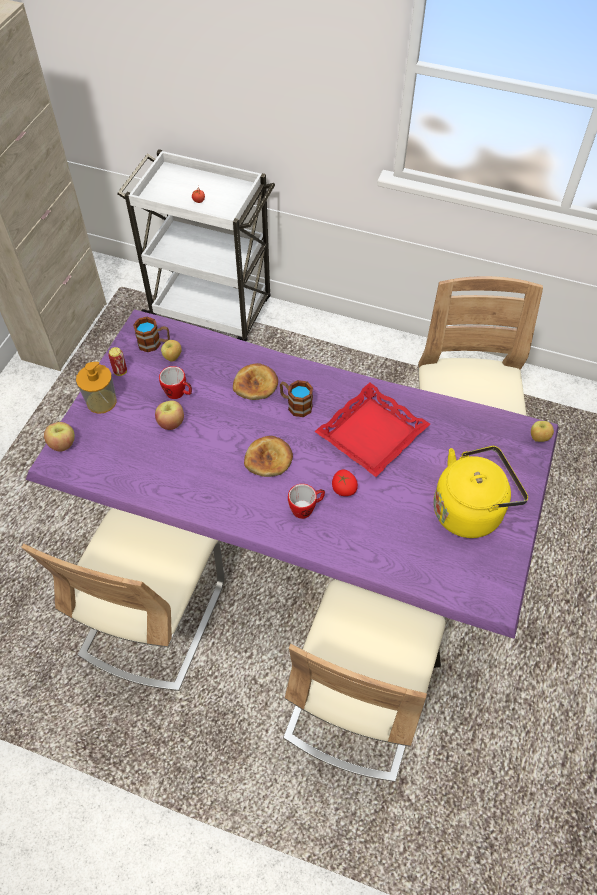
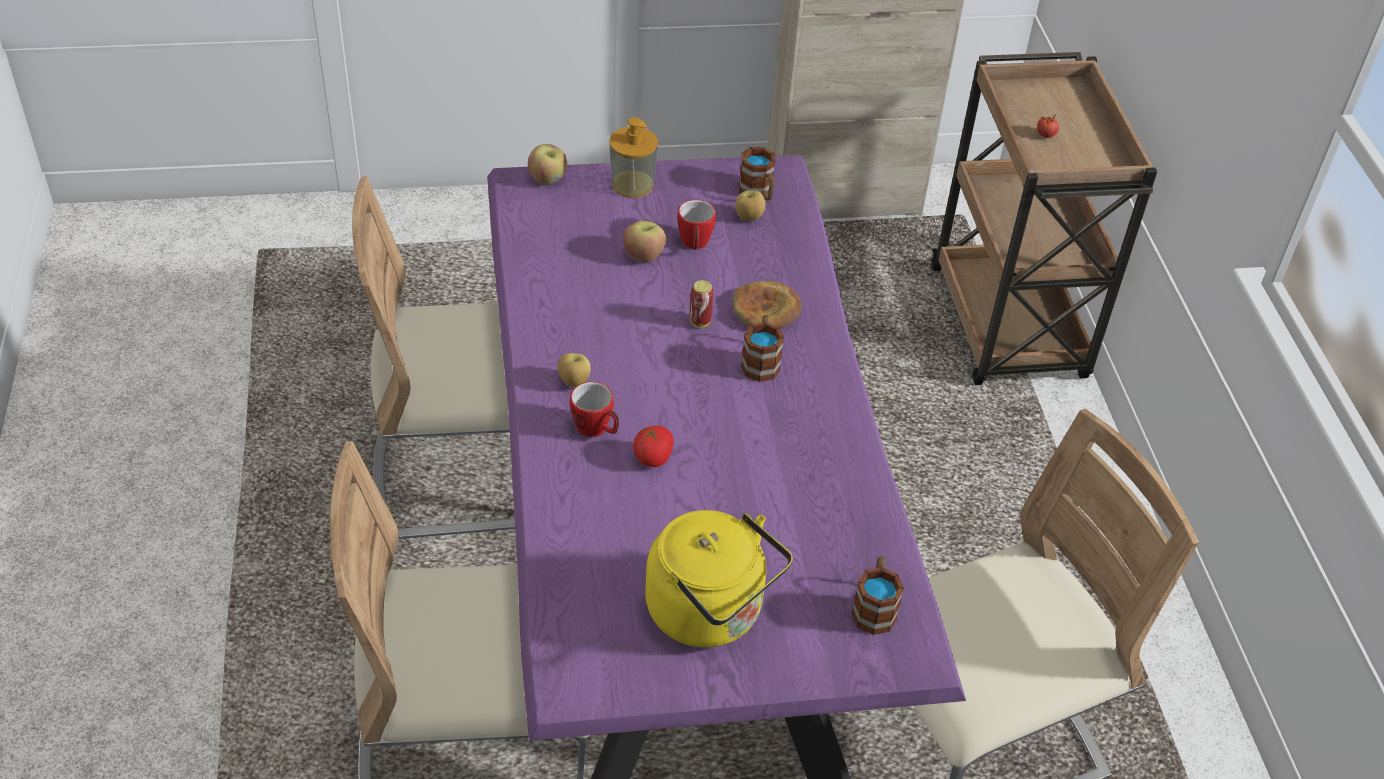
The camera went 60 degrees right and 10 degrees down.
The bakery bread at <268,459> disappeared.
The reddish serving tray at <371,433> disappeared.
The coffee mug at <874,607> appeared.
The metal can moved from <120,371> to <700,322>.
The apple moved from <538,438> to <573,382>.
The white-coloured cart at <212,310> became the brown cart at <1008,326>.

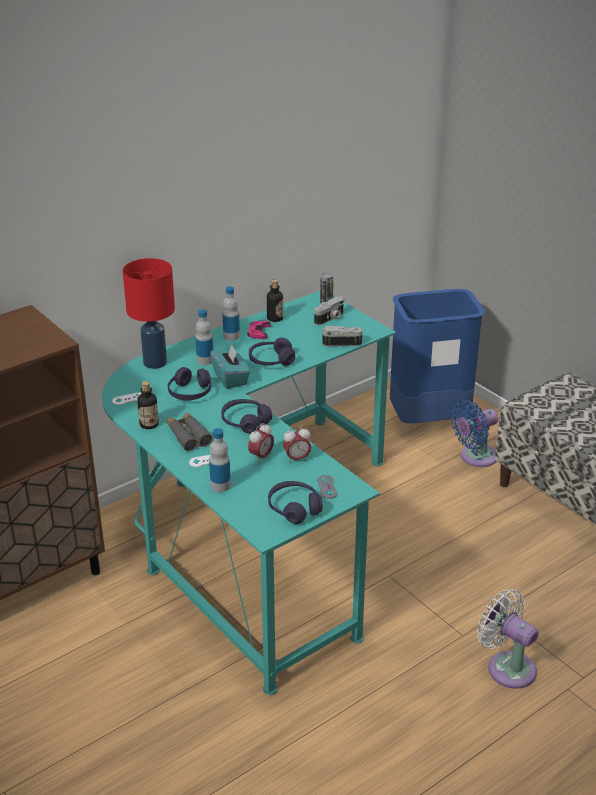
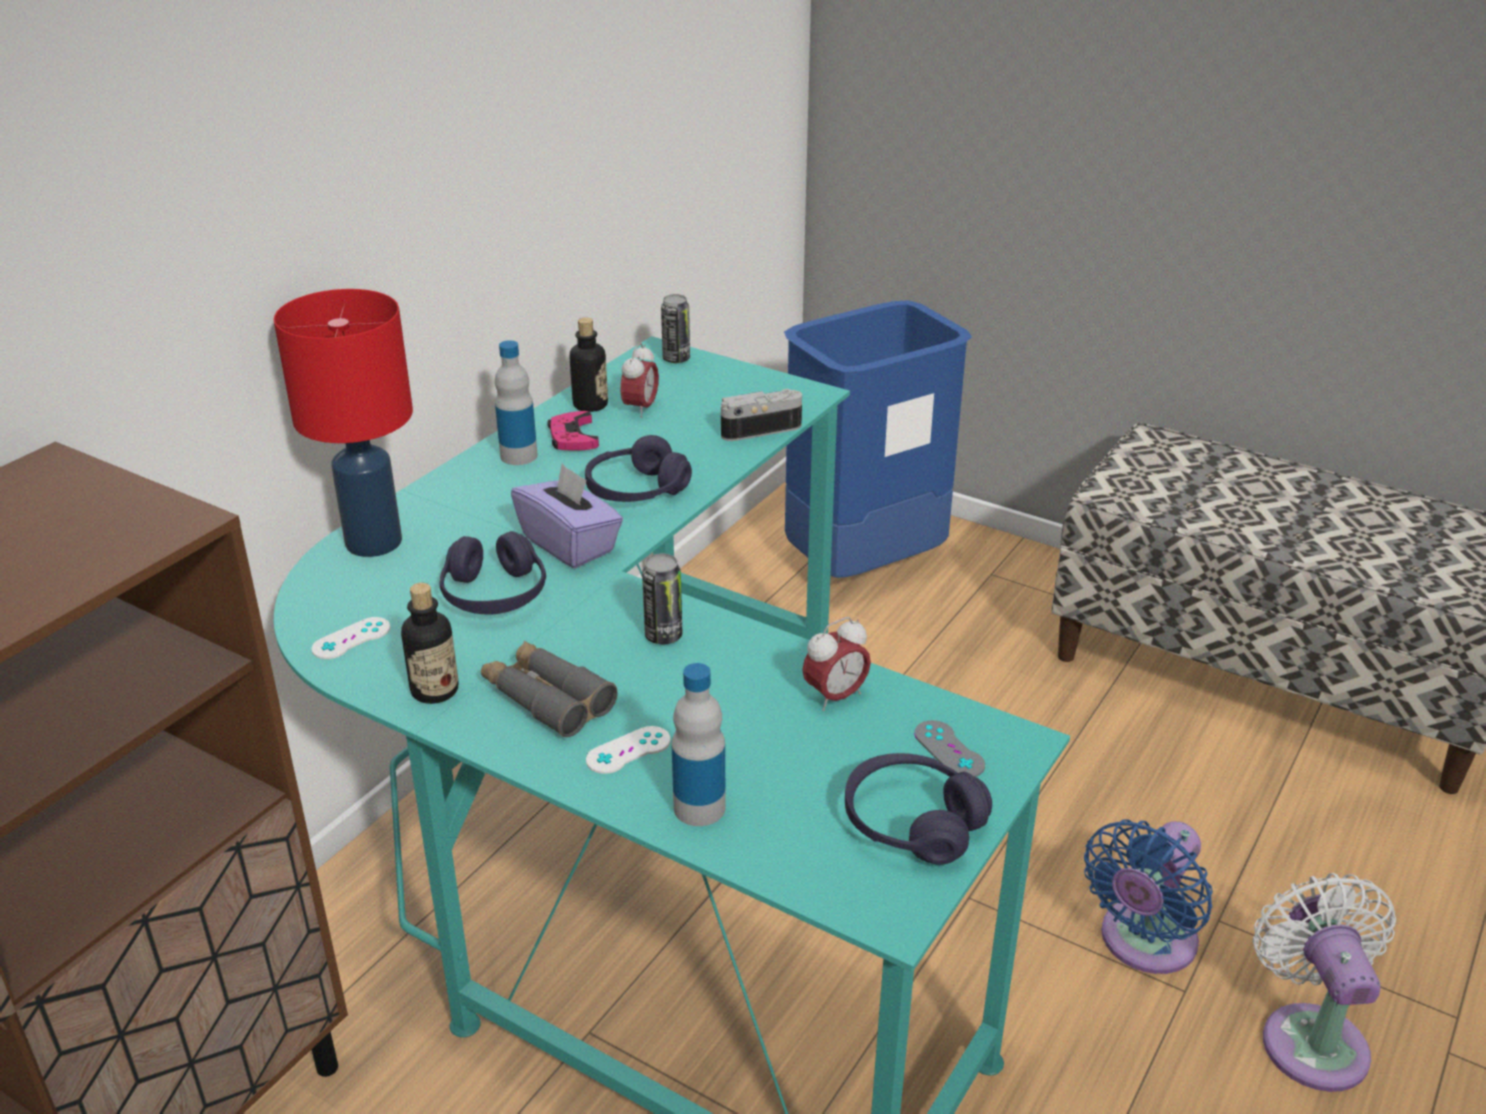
The camera went 20 degrees left and 0 degrees up.
The drink bottle at <205,360> disappeared.
The photo camera at <330,318> disappeared.
The table clock moved from <261,456> to <640,409>.
The blue-coloured electric fan moved from <475,457> to <1143,943>.
The purplish headphones at <245,422> was replaced by the metal can at <663,636>.
The turquoise-coloured tissue box at <230,378> became the purplish tissue box at <570,544>.
The white-coloured electric fan at <507,667> turned 60 degrees clockwise.

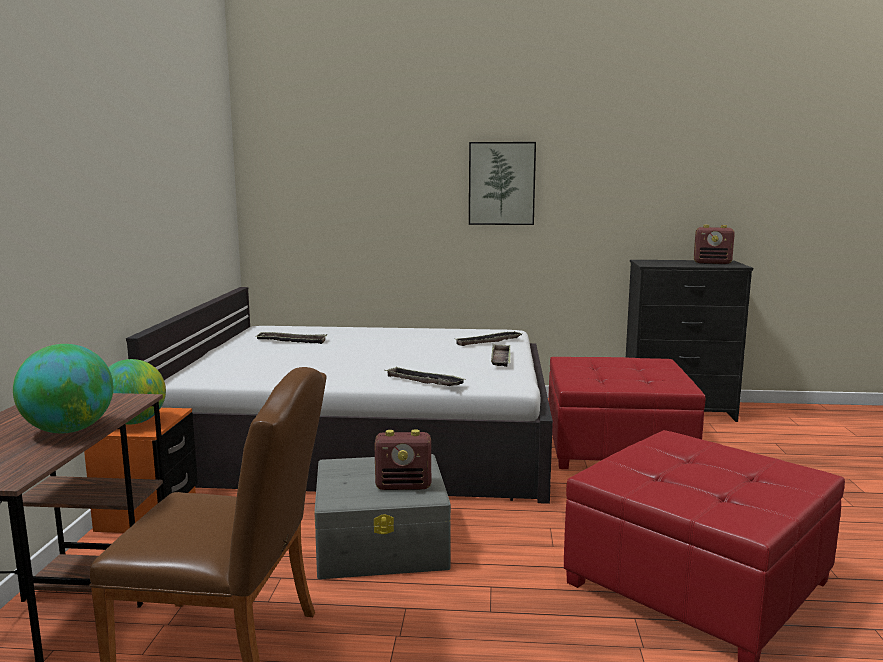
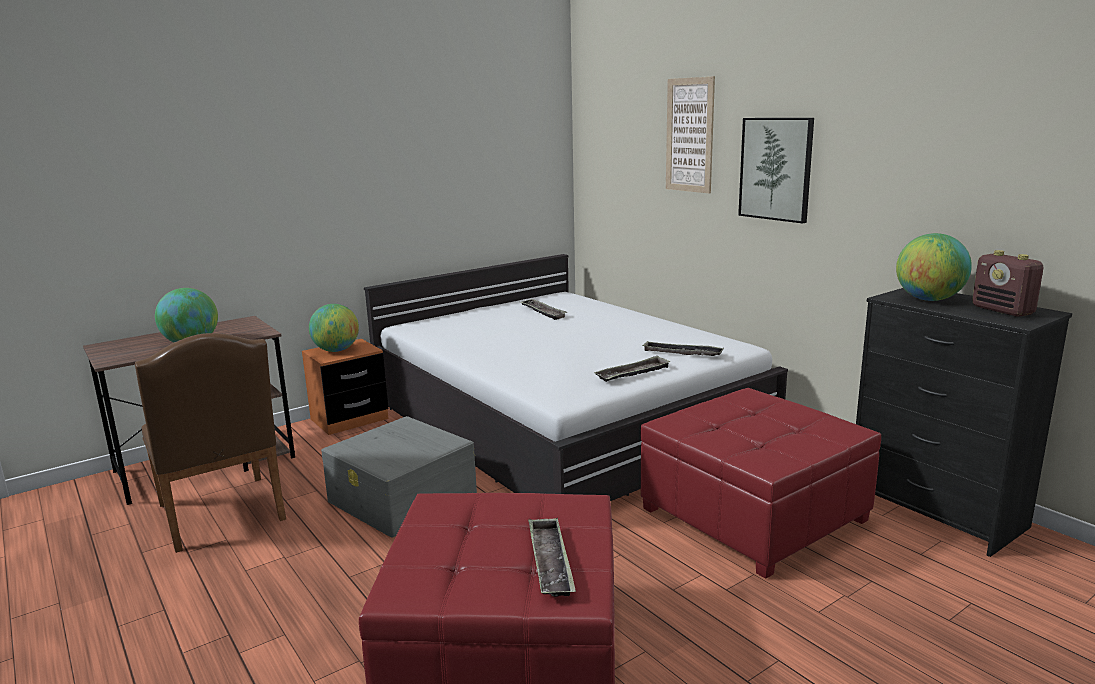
The camera went 50 degrees right and 5 degrees up.
The radio at <404,486> disappeared.
The wall art at <689,135> appeared.
The world globe at <929,299> appeared.
The serving tray moved from <424,381> to <550,562>.

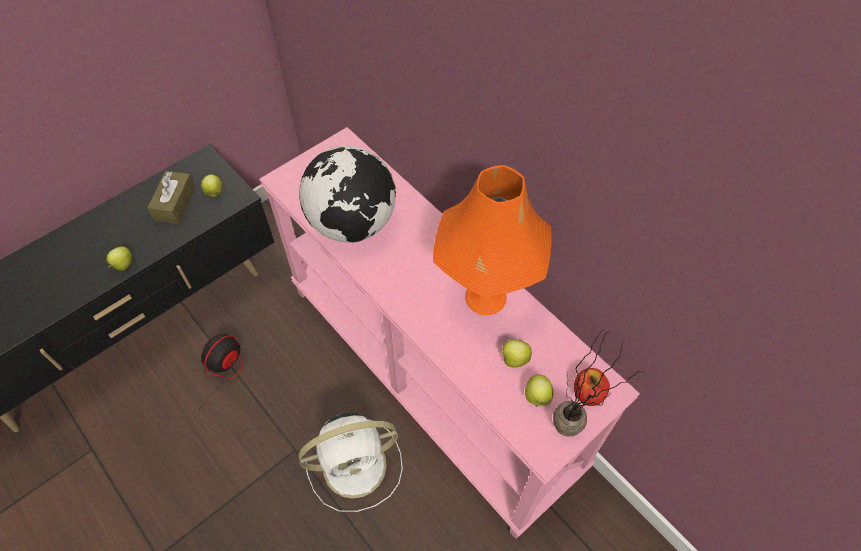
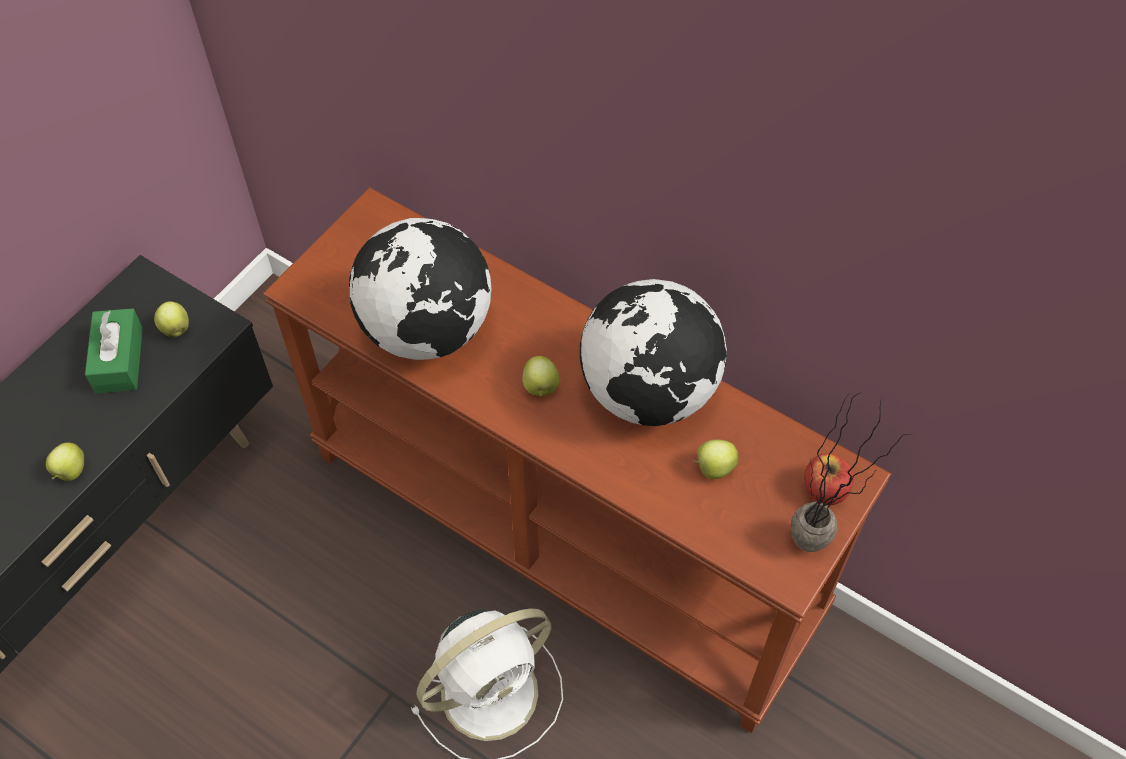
The camera went 15 degrees left and 0 degrees up.
The electric fan at <229,385> disappeared.
The apple moved from <537,397> to <541,387>.
The orange table lamp at <485,297> was replaced by the world globe at <649,392>.
The brown tissue box at <175,204> became the green tissue box at <119,360>.
The pinkish console table at <432,375> became the brown console table at <566,532>.

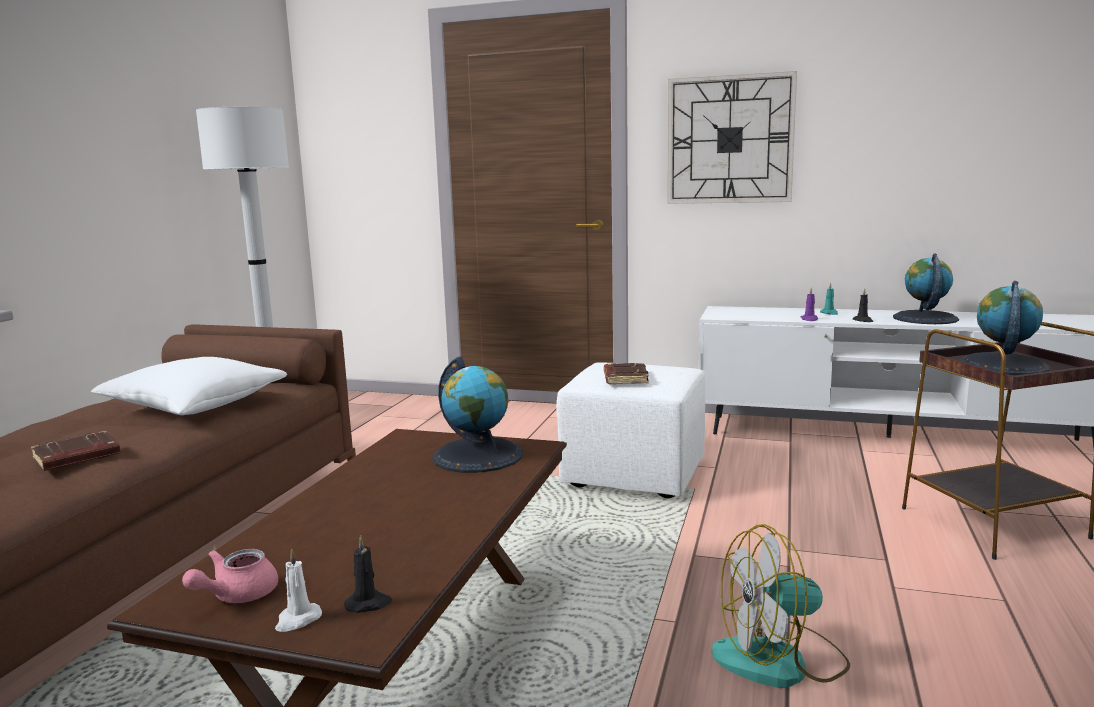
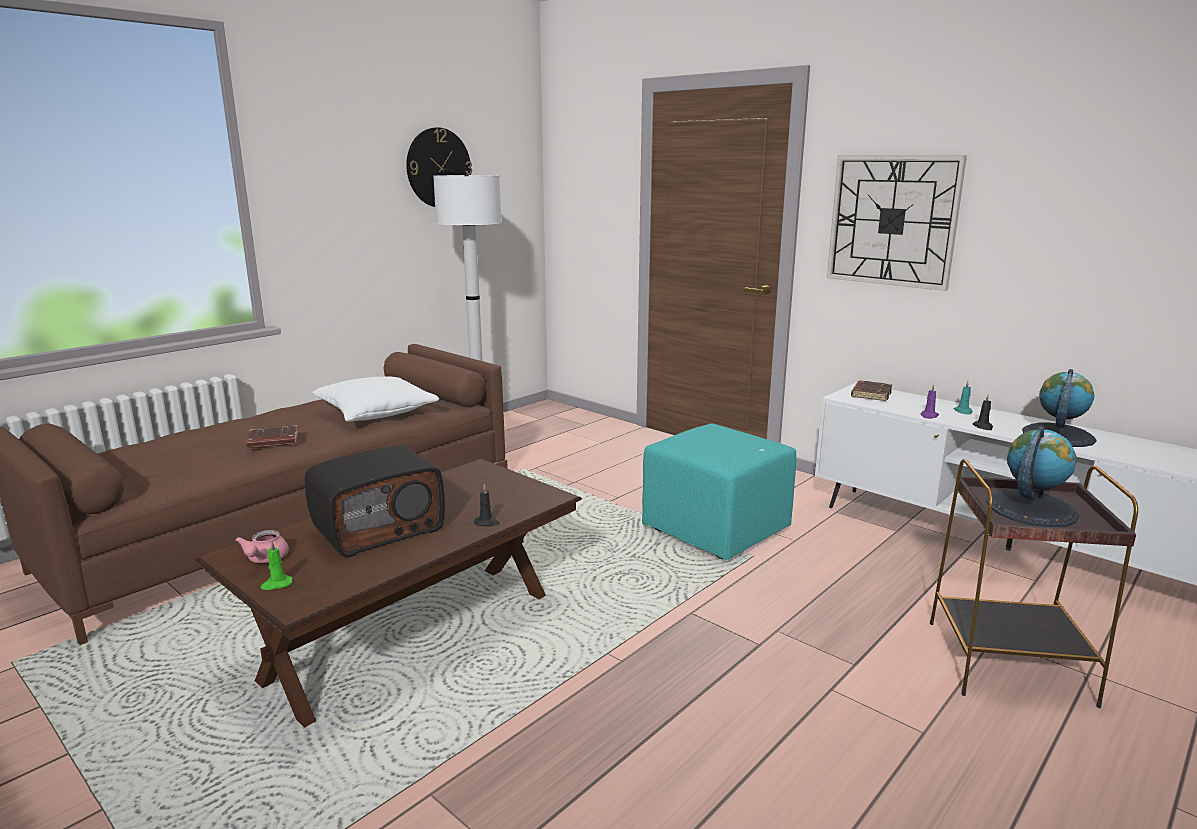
The camera went 25 degrees right and 5 degrees up.
The world globe at <478,455> disappeared.
The electric fan at <780,661> disappeared.
The radio at <379,529> appeared.
The wall clock at <438,168> appeared.
The black-coloured wax candle moved from <368,604> to <487,523>.
The brown book moved from <624,378> to <870,394>.
The white-coloured wax candle at <297,620> became the green wax candle at <276,584>.
The white-coloured ottoman at <636,475> became the turquoise-coloured ottoman at <717,531>.
The pinkish teapot at <236,595> turned 60 degrees counterclockwise.

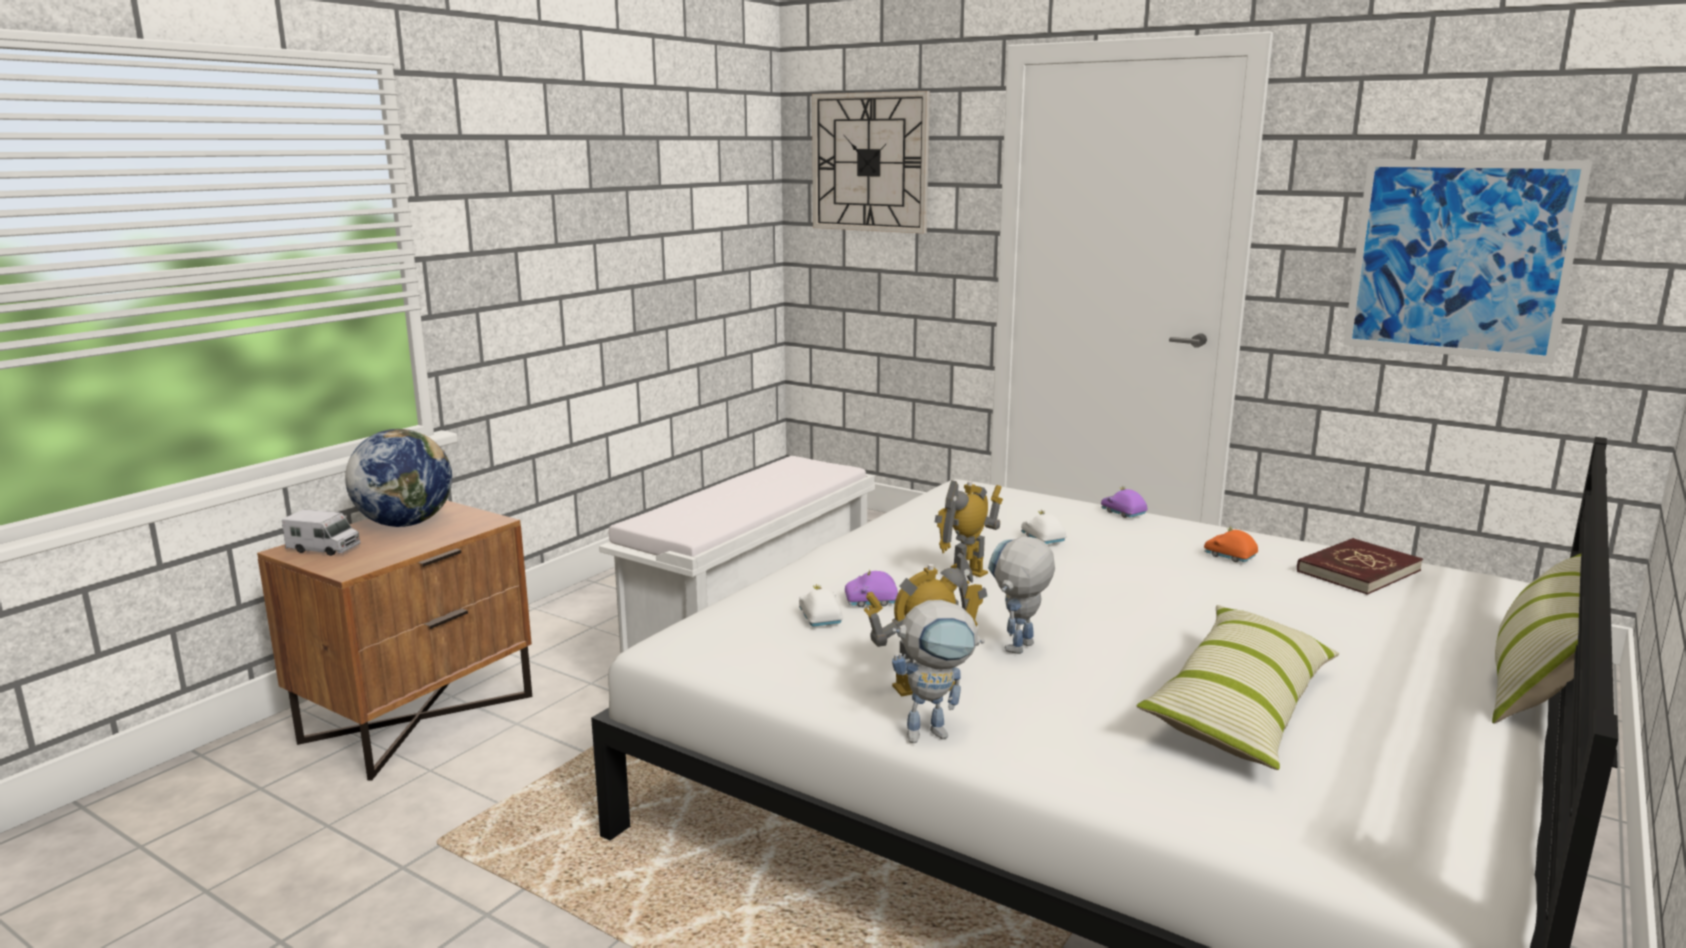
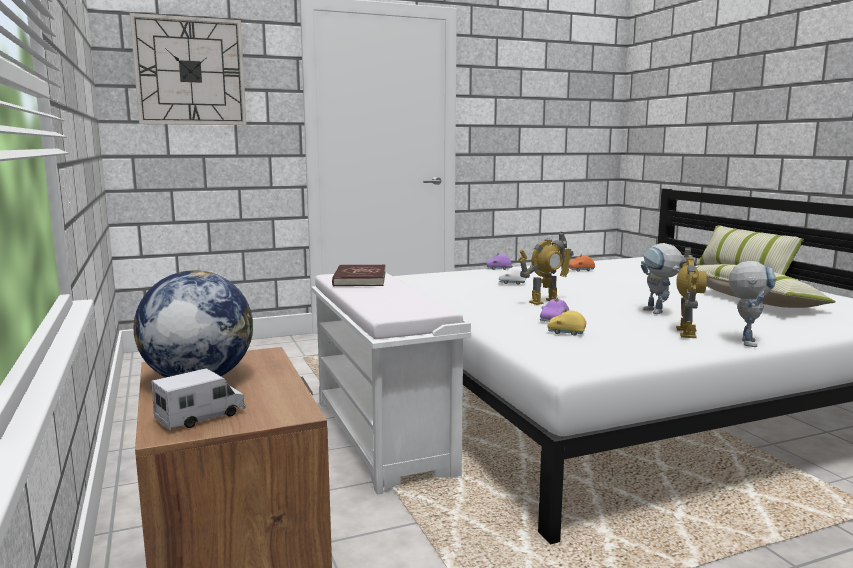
The camera went 55 degrees left and 5 degrees down.
The wall art at <1459,259> disappeared.
The reddish book moved from <1357,571> to <359,279>.
The white-coloured model car at <819,619> became the yellow model car at <566,332>.
The model robot at <966,578> turned 105 degrees counterclockwise.

